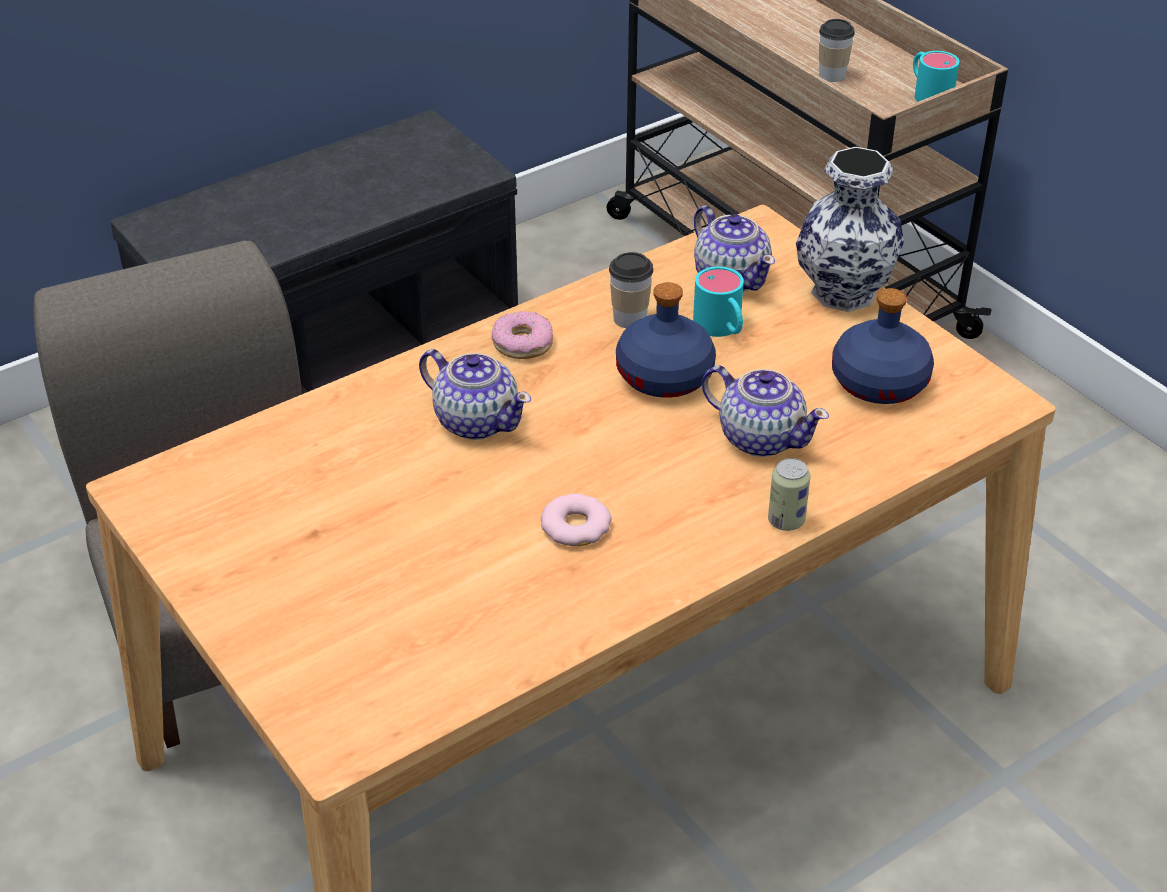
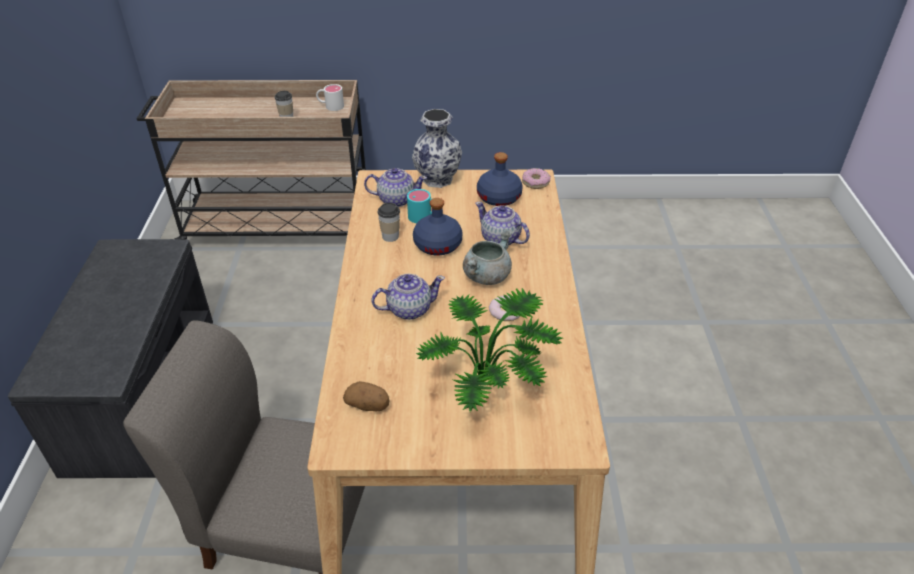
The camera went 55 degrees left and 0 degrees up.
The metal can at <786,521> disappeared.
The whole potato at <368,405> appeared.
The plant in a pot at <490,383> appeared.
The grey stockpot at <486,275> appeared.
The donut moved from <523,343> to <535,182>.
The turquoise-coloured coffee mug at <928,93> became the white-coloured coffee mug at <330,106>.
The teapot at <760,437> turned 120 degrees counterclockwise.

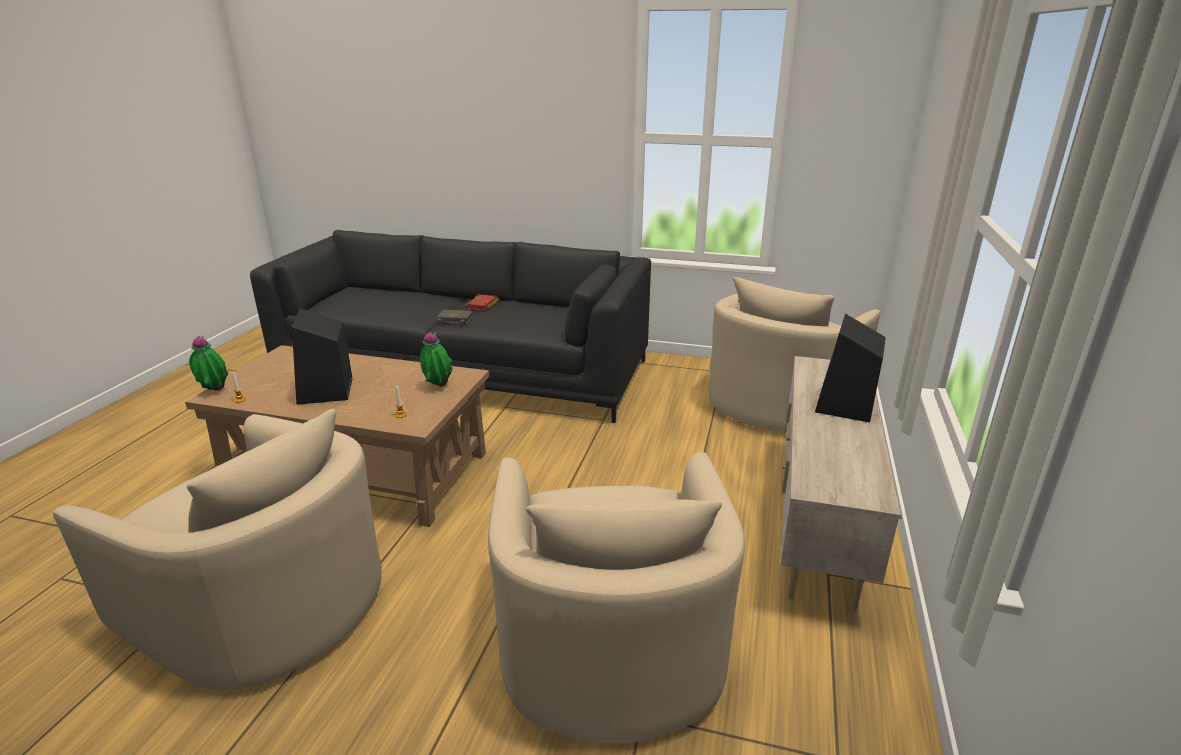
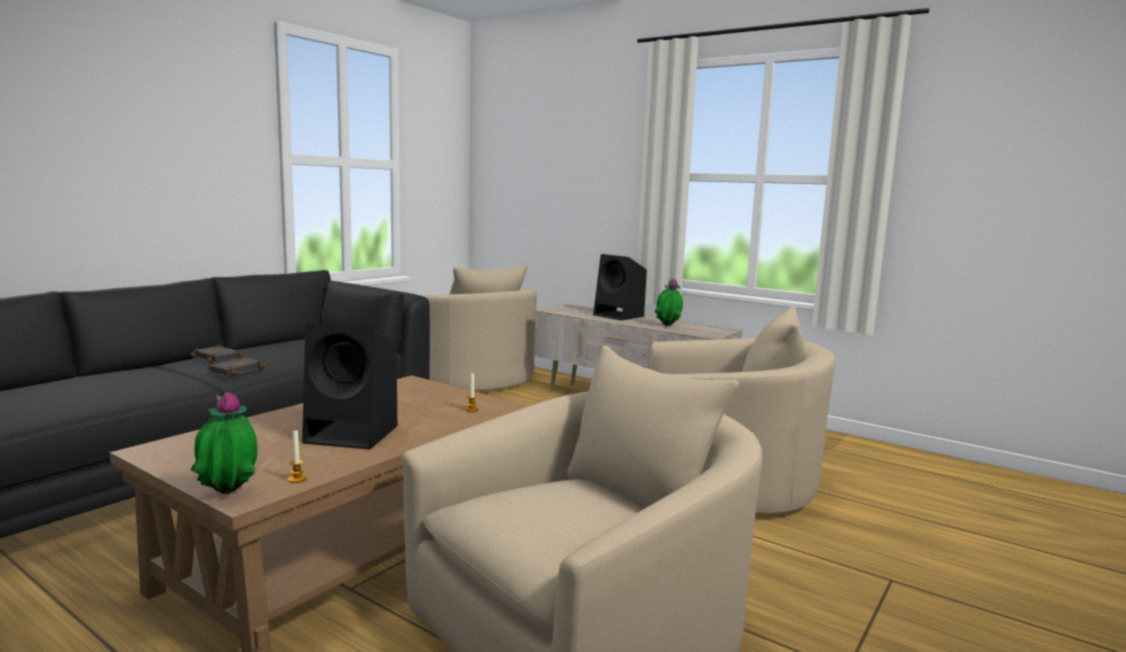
The camera went 70 degrees left and 15 degrees down.
The plant in a pot moved from <437,386> to <667,326>.
The reddish book at <483,305> became the black-coloured book at <219,358>.

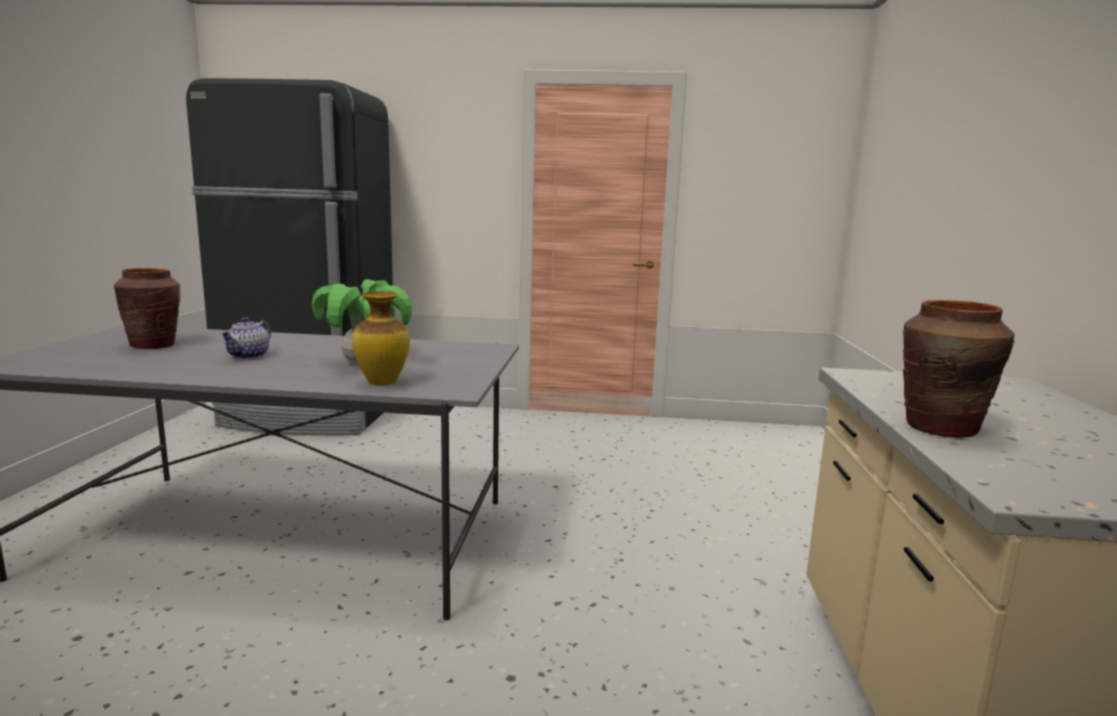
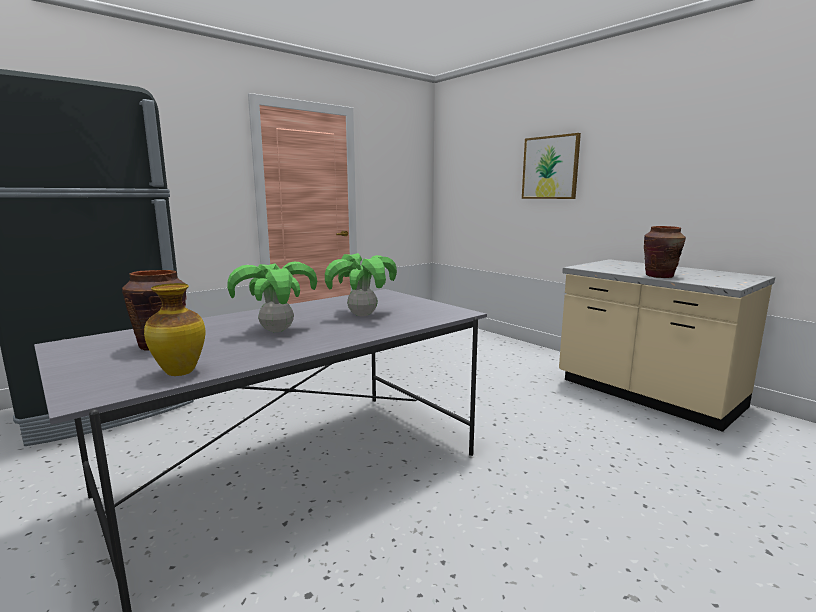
The camera went 45 degrees left and 0 degrees up.
The wall art at <550,167> appeared.
The flower vase moved from <382,383> to <179,373>.
The teapot at <249,356> was replaced by the plant in a pot at <277,330>.

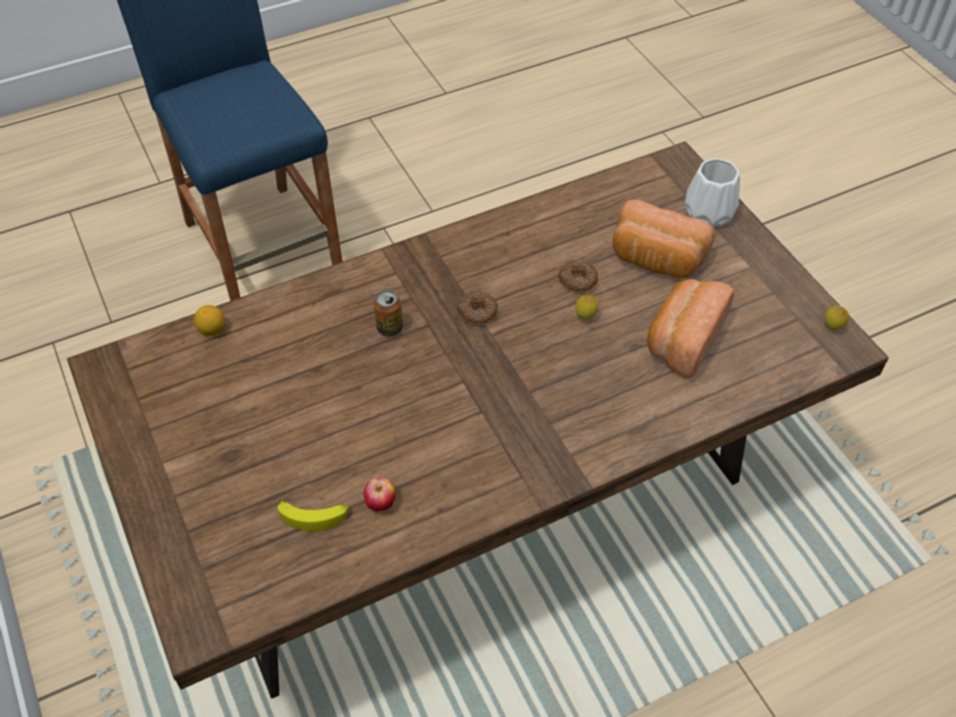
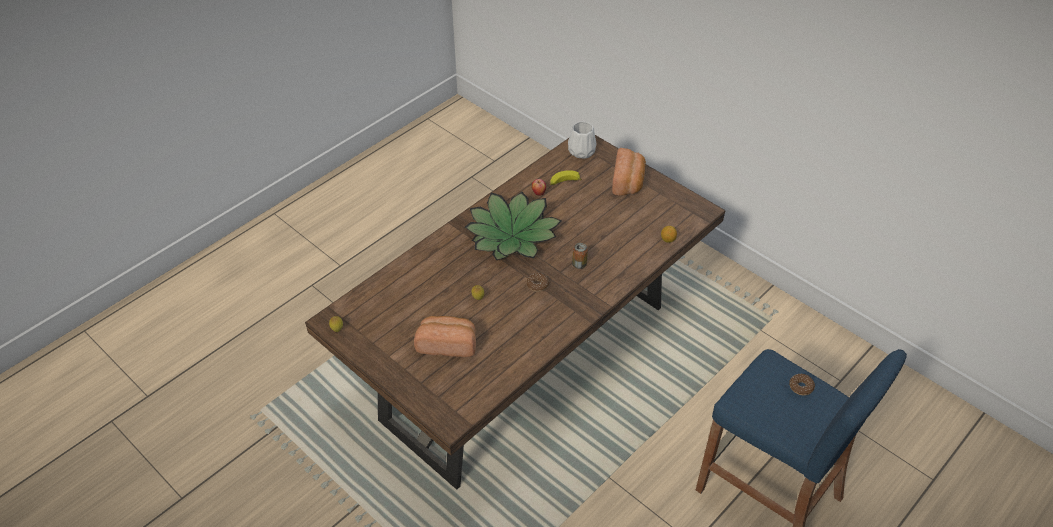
The camera went 160 degrees right and 5 degrees down.
The plant in a pot at <512,236> appeared.
The donut moved from <577,281> to <801,387>.
The bakery bread moved from <682,339> to <628,182>.
The white-coloured flower vase moved from <707,213> to <582,151>.

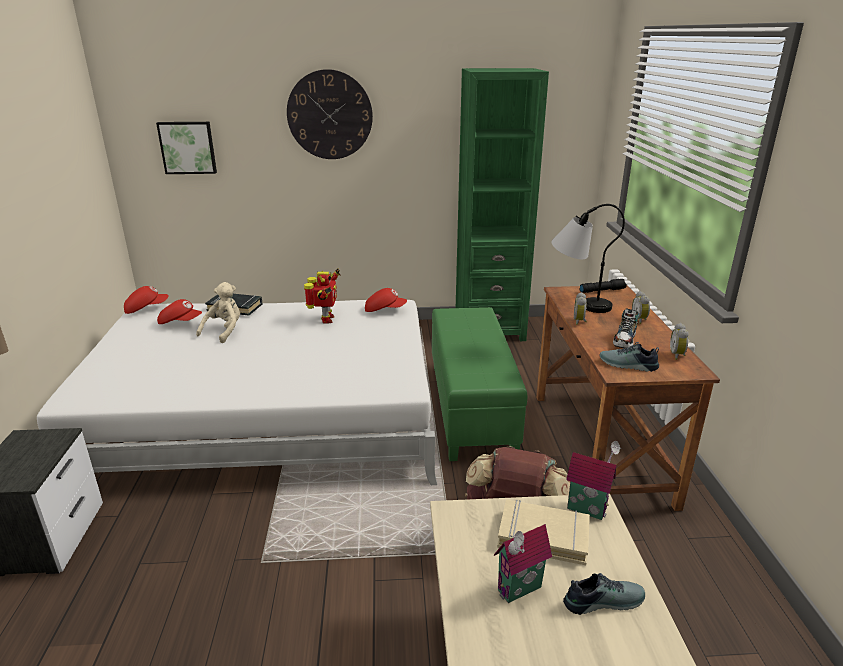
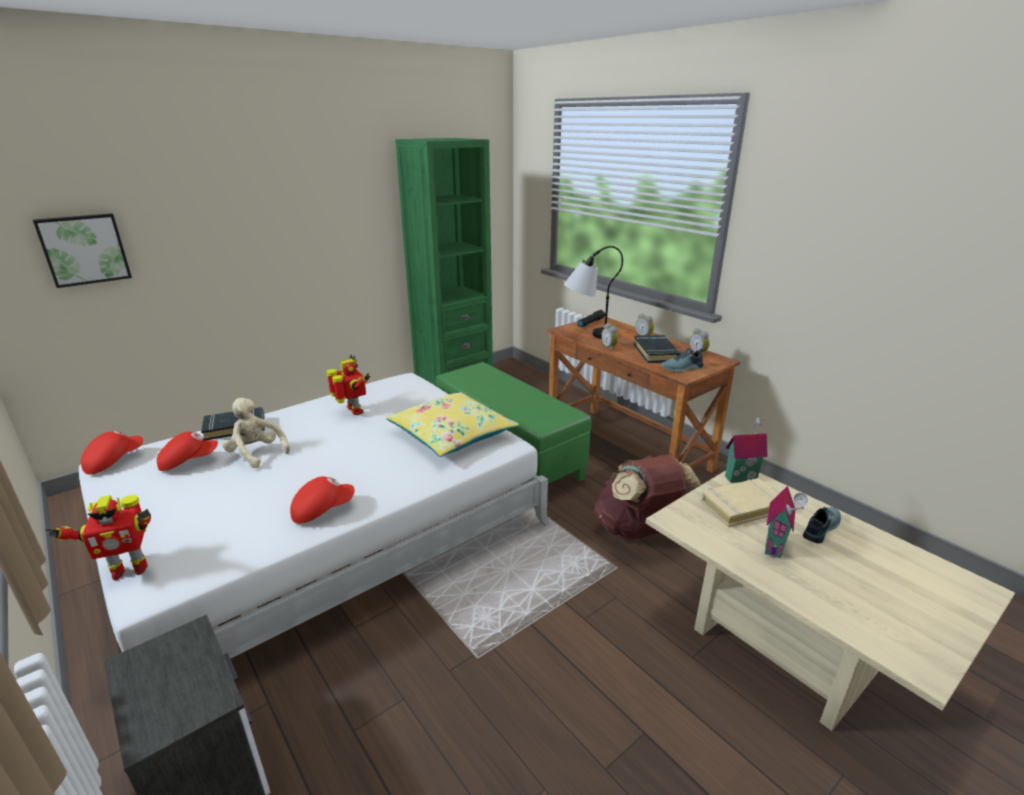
The camera went 35 degrees left and 0 degrees up.
The wall clock at <330,115> disappeared.
The model robot at <128,569> appeared.
The yellow cushion at <452,434> appeared.
The reddish peaked cap moved from <385,310> to <322,510>.
The shoe at <624,340> was replaced by the black-coloured book at <656,353>.
The beige-coloured cuddly toy at <224,331> turned 45 degrees counterclockwise.

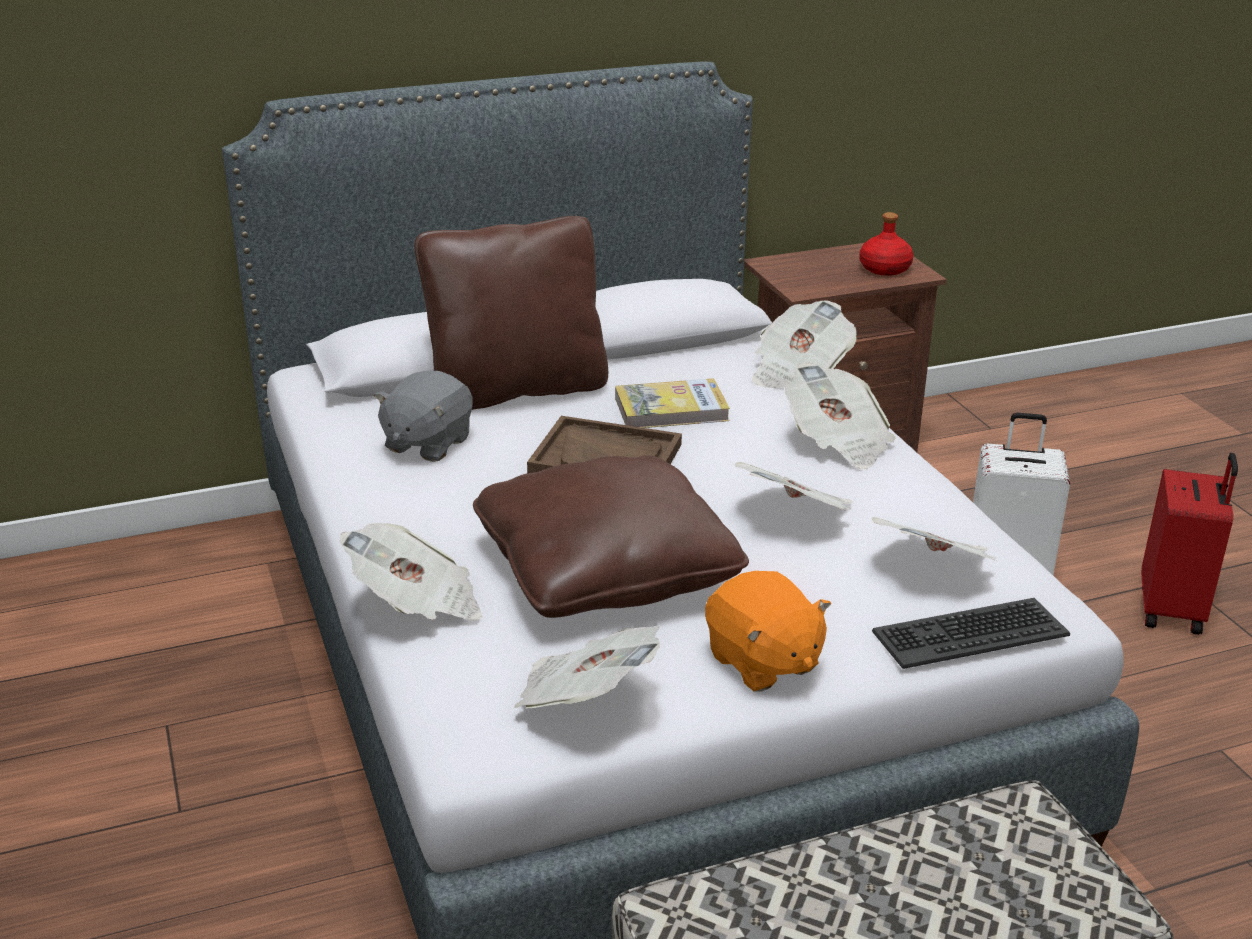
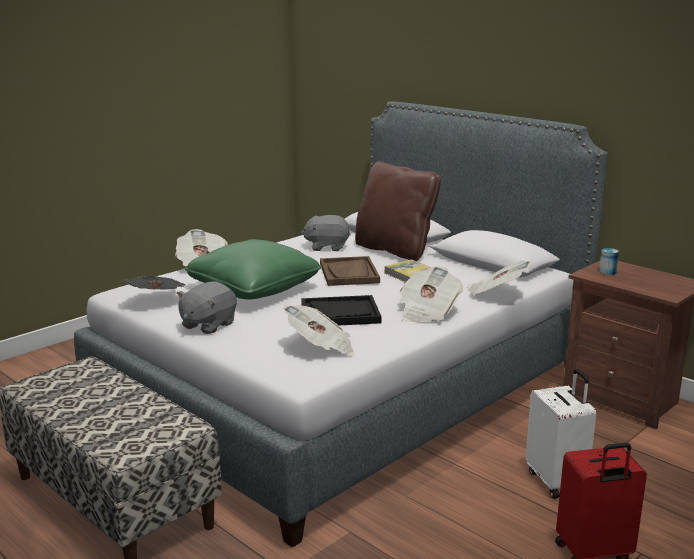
The camera went 65 degrees right and 10 degrees down.
The reddish drink bottle at <884,268> disappeared.
The keyboard at <969,633> disappeared.
The metal can at <607,272> appeared.
The printed paper at <797,515> was replaced by the black-coloured serving tray at <340,313>.
The brown cushion at <605,570> became the green cushion at <254,288>.
The orange cuddly toy at <762,662> became the grey cuddly toy at <207,325>.

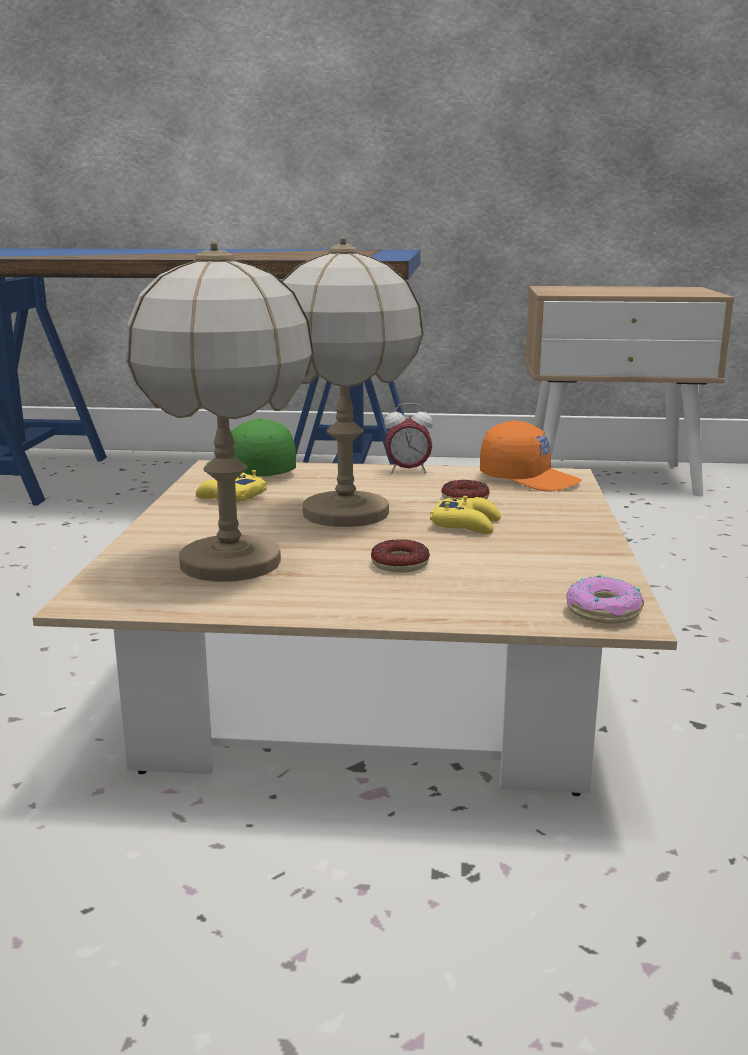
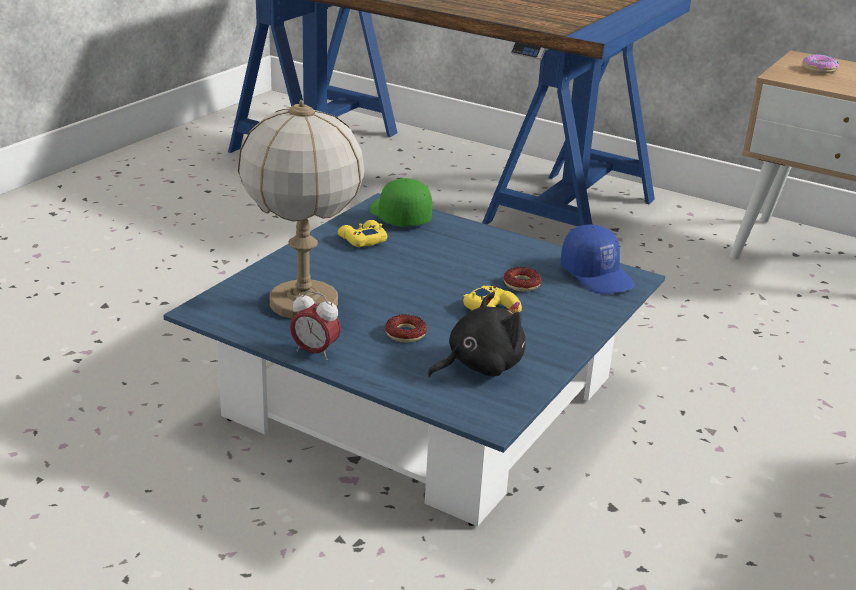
The camera went 25 degrees right and 10 degrees up.
The table lamp at <346,513> disappeared.
The black-coloured cuddly toy at <479,366> appeared.
The table clock moved from <408,471> to <315,352>.
The donut moved from <604,612> to <819,70>.
The beige-coloured low table at <376,675> became the blue-coloured low table at <425,397>.
The orange peaked cap at <529,479> became the blue-coloured peaked cap at <597,275>.

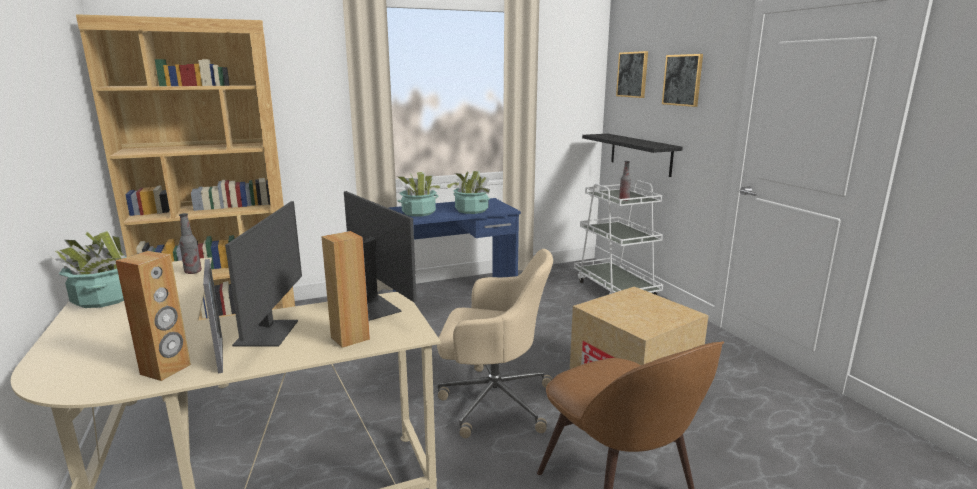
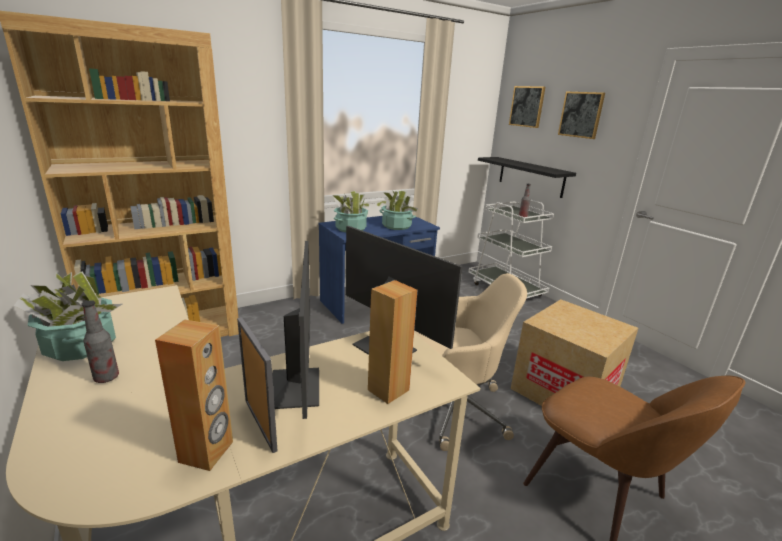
The camera went 10 degrees left and 5 degrees up.
The drink bottle moved from <193,272> to <106,377>.

